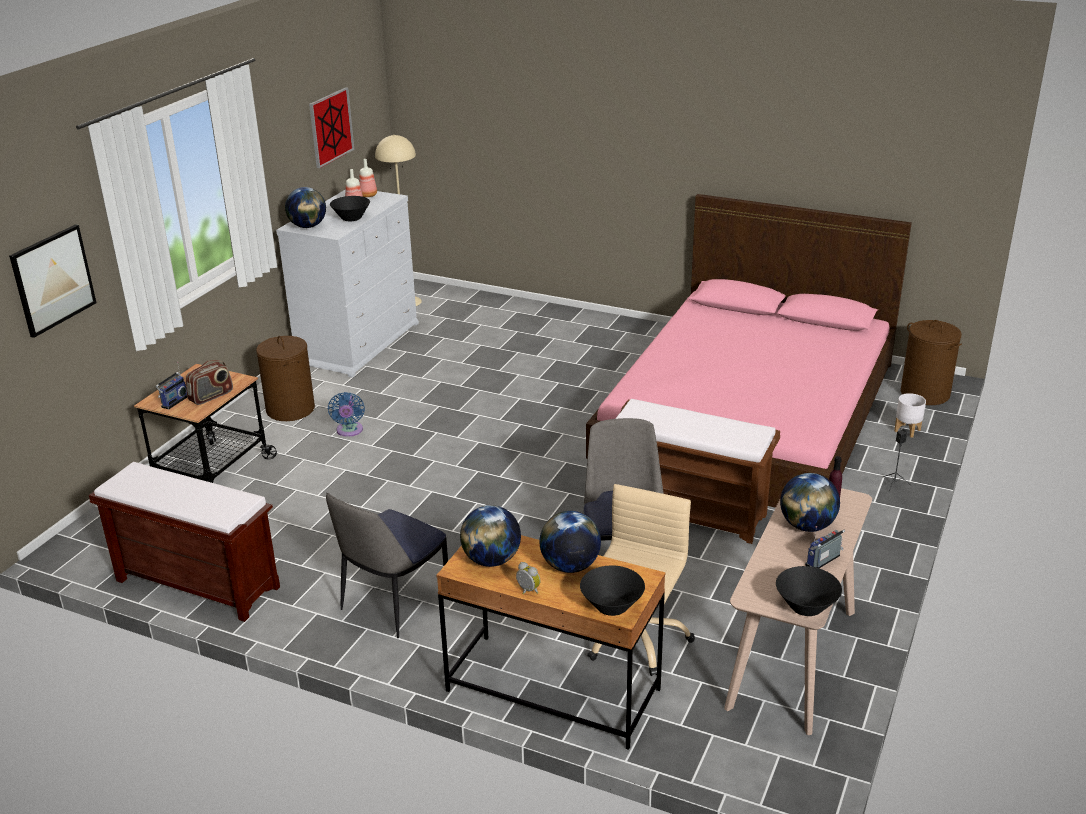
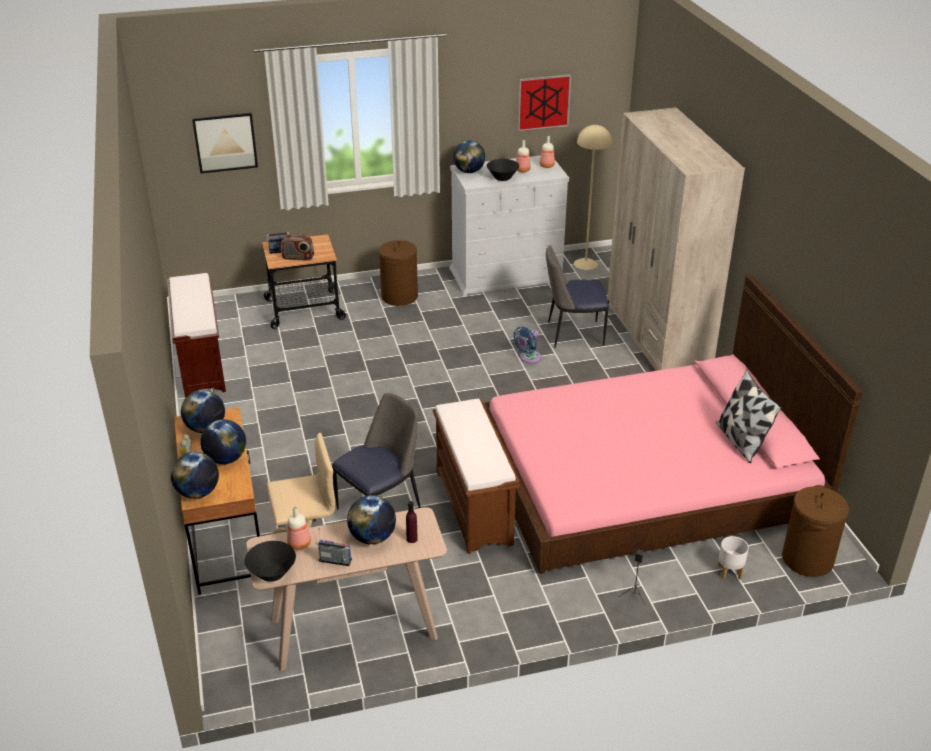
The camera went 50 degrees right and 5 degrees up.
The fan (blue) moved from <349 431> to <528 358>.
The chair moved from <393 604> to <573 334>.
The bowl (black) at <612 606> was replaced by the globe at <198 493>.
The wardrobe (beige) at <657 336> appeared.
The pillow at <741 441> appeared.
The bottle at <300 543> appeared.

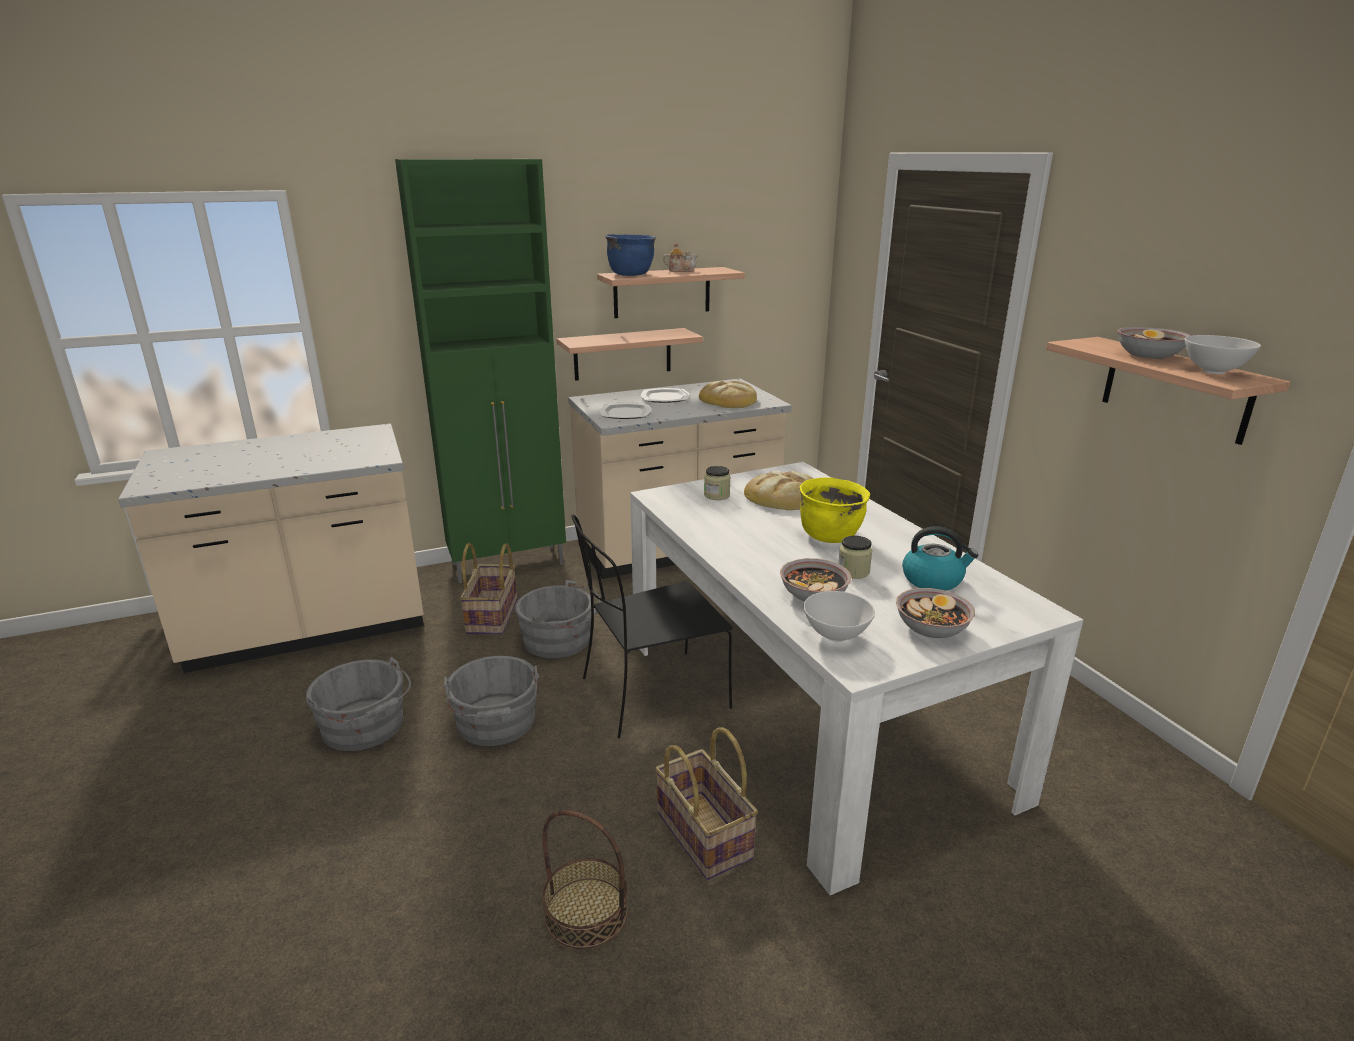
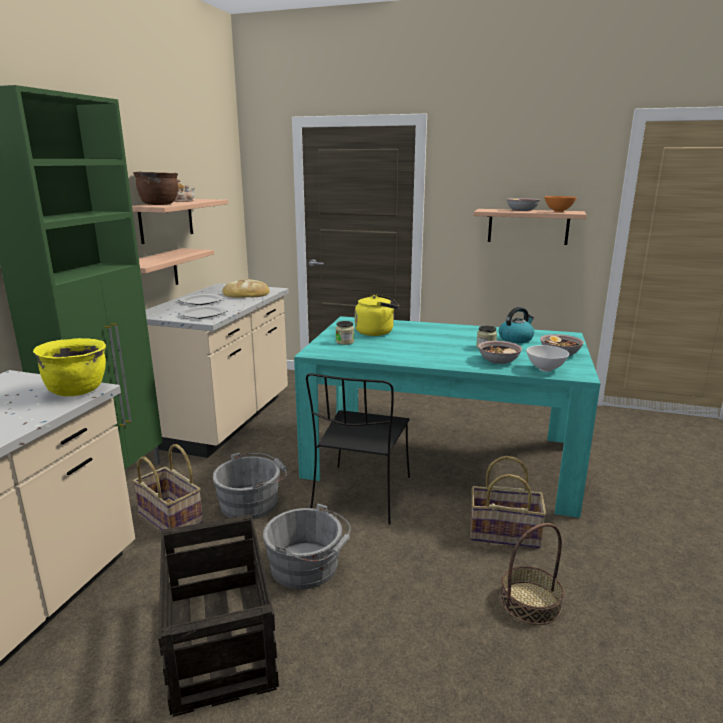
The camera went 50 degrees left and 5 degrees down.
The cooking pot (blue) at <631 274> became the cooking pot (brown) at <159 204>.
The bowl (white) at <1214 372> became the bowl (orange) at <559 211>.
The dining table (white) at <806 711> became the dining table (turquoise) at <440 459>.
The bread at <783 497> was replaced by the kettle (yellow) at <376 332>.
The cooking pot (yellow) moved from <830 536> to <77 390>.
The bucket (grey) at <366 727> was replaced by the crate at <219 637>.

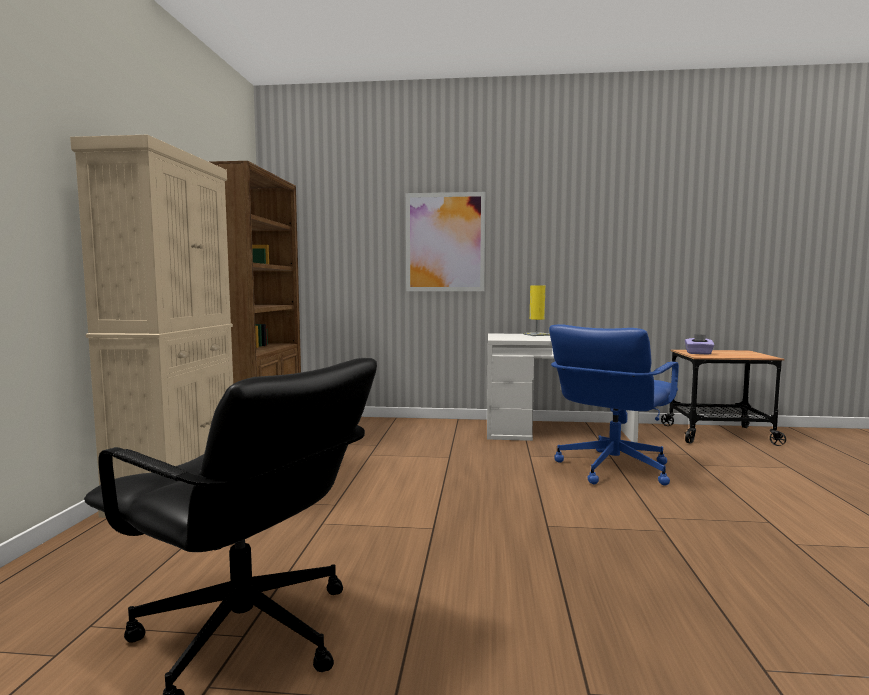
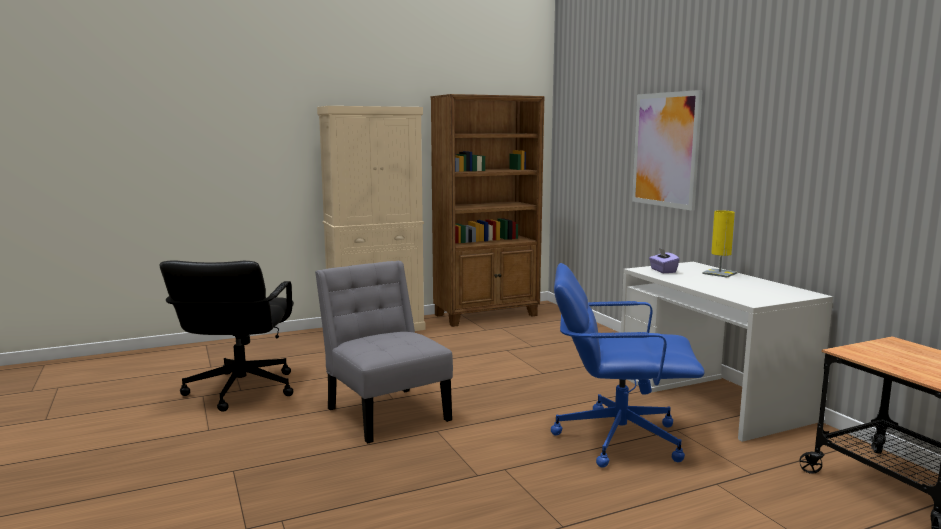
The camera went 60 degrees right and 5 degrees up.
The tissue box (purple) moved from <698 353> to <663 271>.
The chair (grey) at <385 412> appeared.

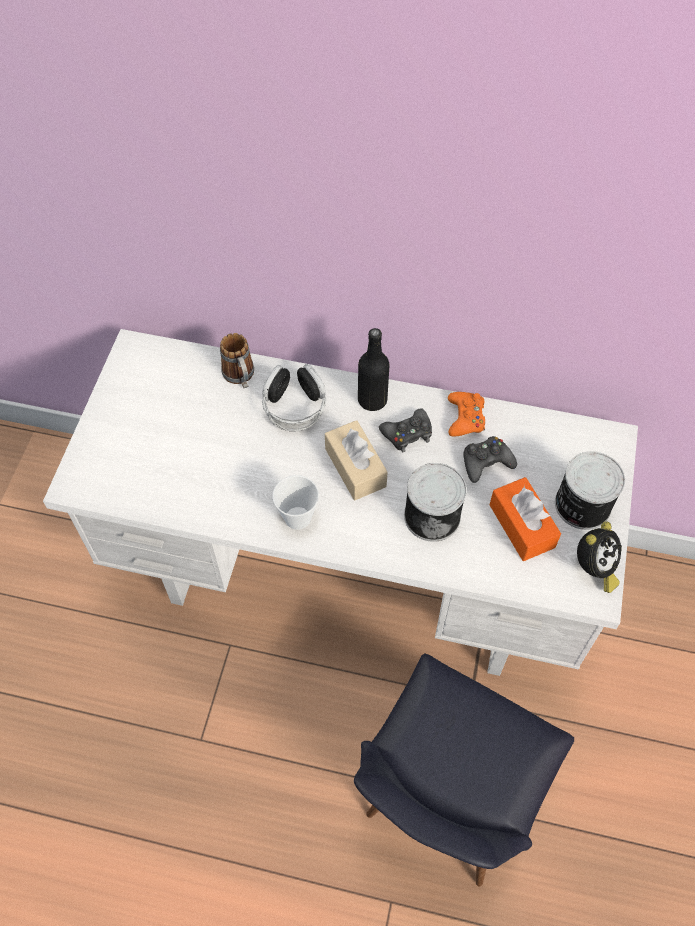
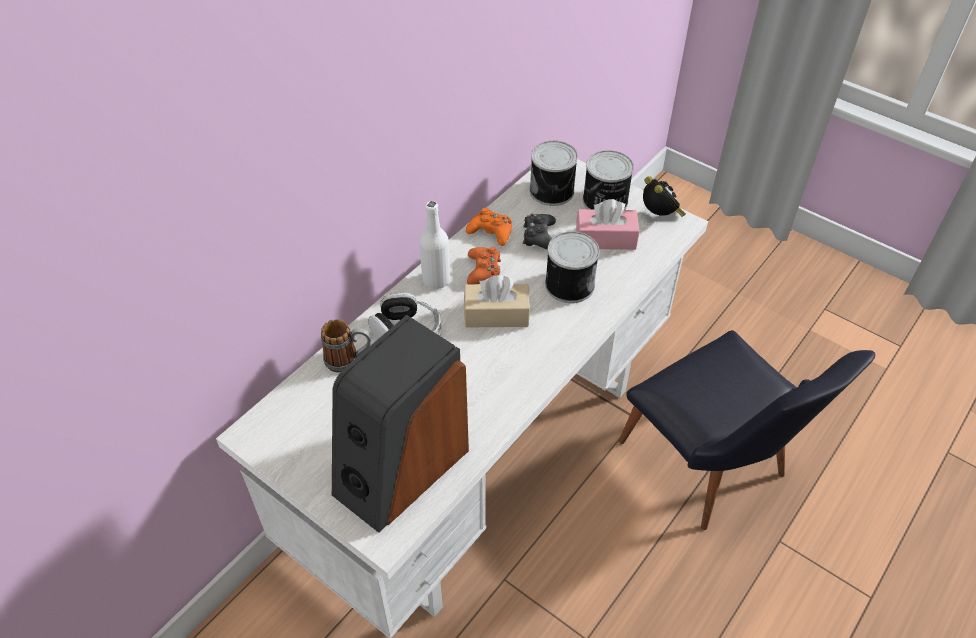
The camera went 65 degrees left and 10 degrees down.
The bottle (black) at <372 400> became the bottle (white) at <436 280>.
The game controller (black) at <407 434> became the game controller (orange) at <484 270>.
The cup at <297 518> disappeared.
The tissue box (orange) at <521 526> became the tissue box (pink) at <605 238>.
The can at <553 191> appeared.
The speaker at <400 469> appeared.

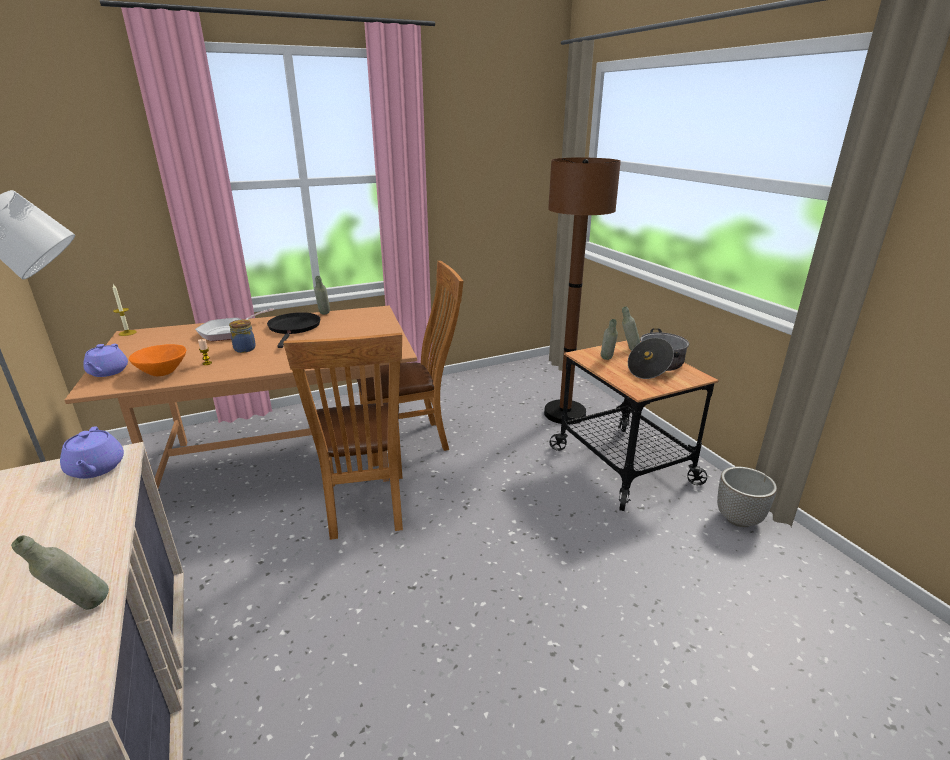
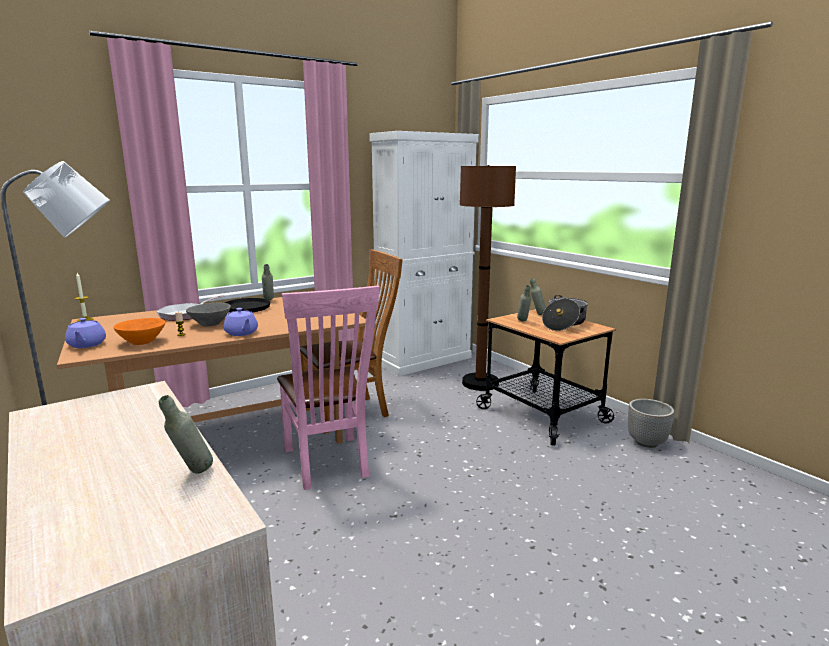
The camera went 10 degrees left and 10 degrees down.
The jar at <244 349> was replaced by the bowl (grey) at <210 324>.
The chair (brown) at <365 509> became the chair (pink) at <328 464>.
The teapot (purple) moved from <96 469> to <241 333>.
The cabinet (white) at <424 360> appeared.

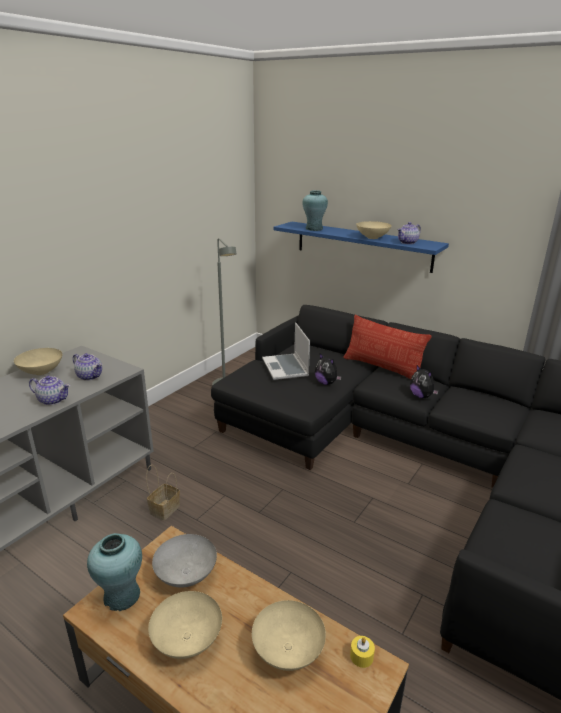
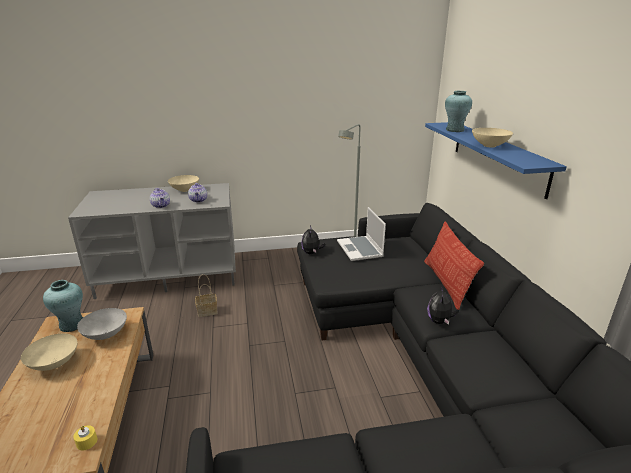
The camera went 45 degrees right and 0 degrees up.
The teapot at <407 242> disappeared.
The laptop at <286 368> turned 45 degrees counterclockwise.
The plush toy moved from <326 383> to <311 253>.
The bowl (beige) at <287 651> disappeared.

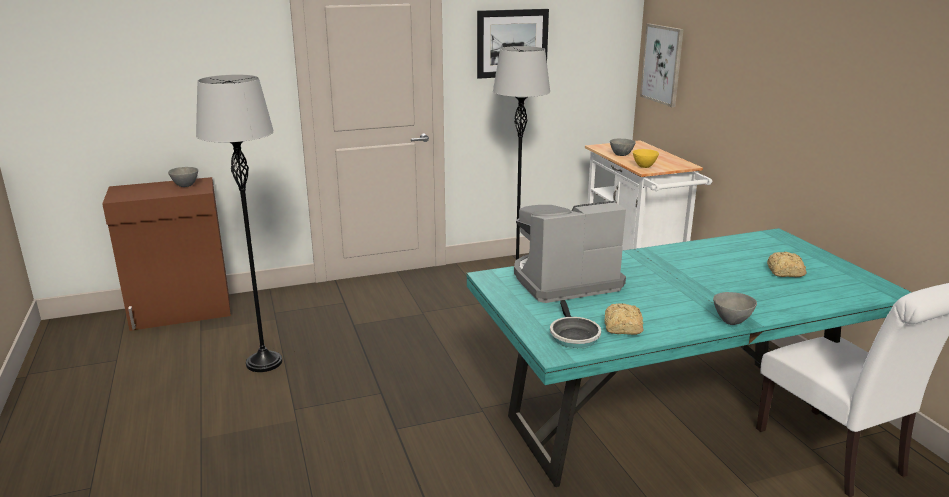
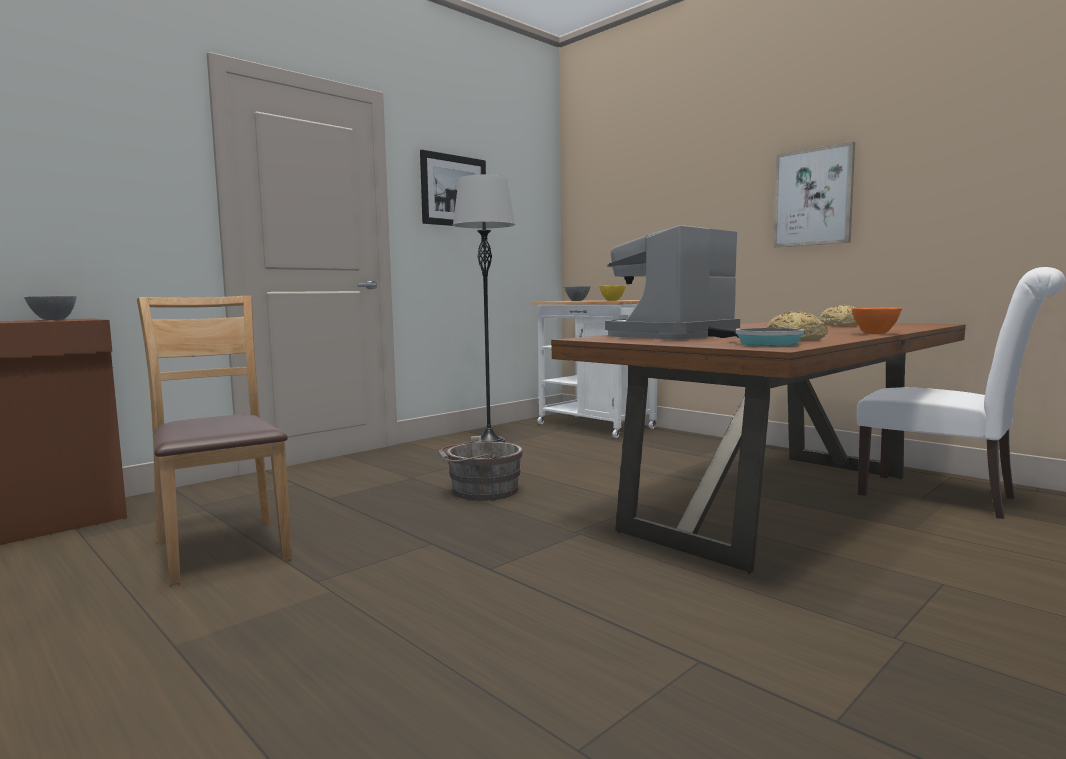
The camera went 25 degrees left and 15 degrees down.
The picture moved from <662 64> to <813 197>.
The floor lamp (grey) at <264 362> was replaced by the chair (brown) at <223 548>.
The dining table (turquoise) at <668 419> became the dining table (brown) at <776 503>.
The bowl (grey) at <731 321> became the bowl (orange) at <874 334>.
The bucket (grey) at <481 491> appeared.

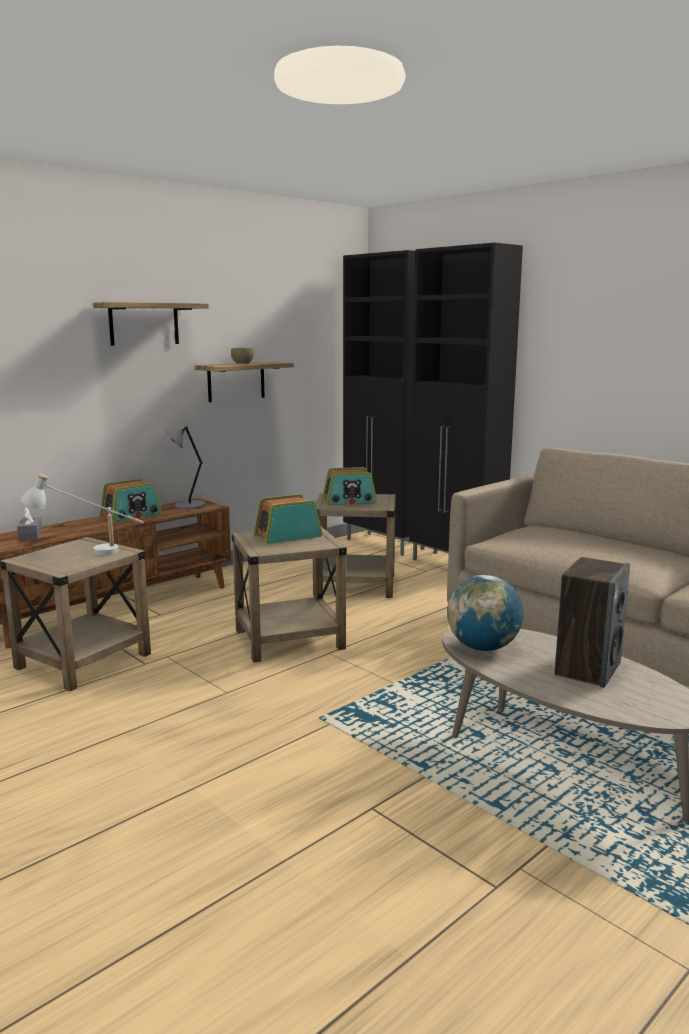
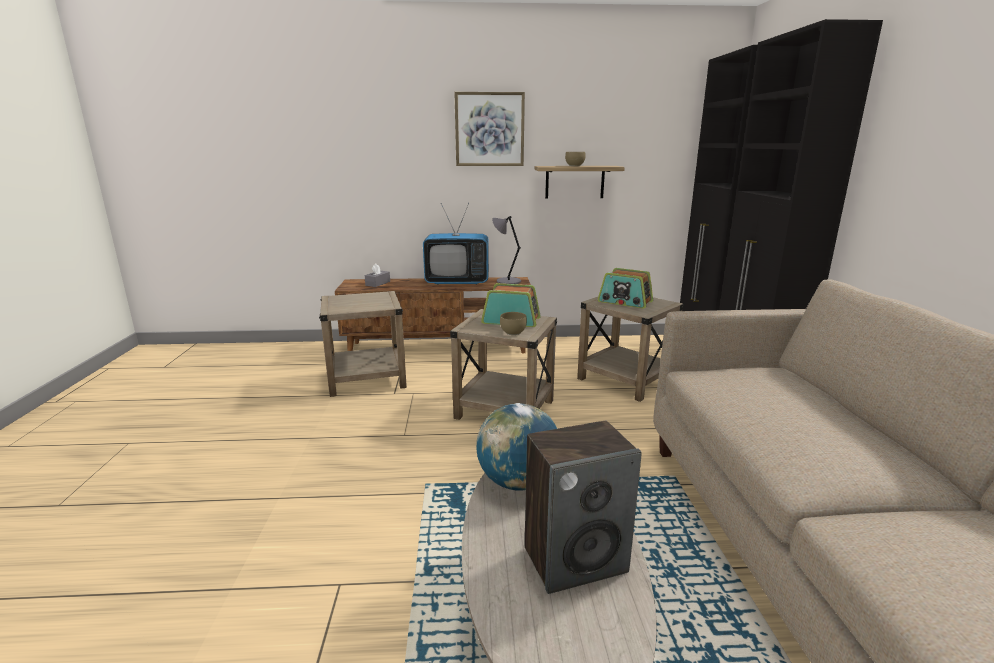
The camera went 40 degrees right and 5 degrees up.
The shelf at <144 324> was replaced by the picture at <489 129>.
The table lamp (white) at <87 553> disappeared.
The radio at <131 516> was replaced by the television at <457 282>.
The bowl (brown) at <512 333> appeared.

